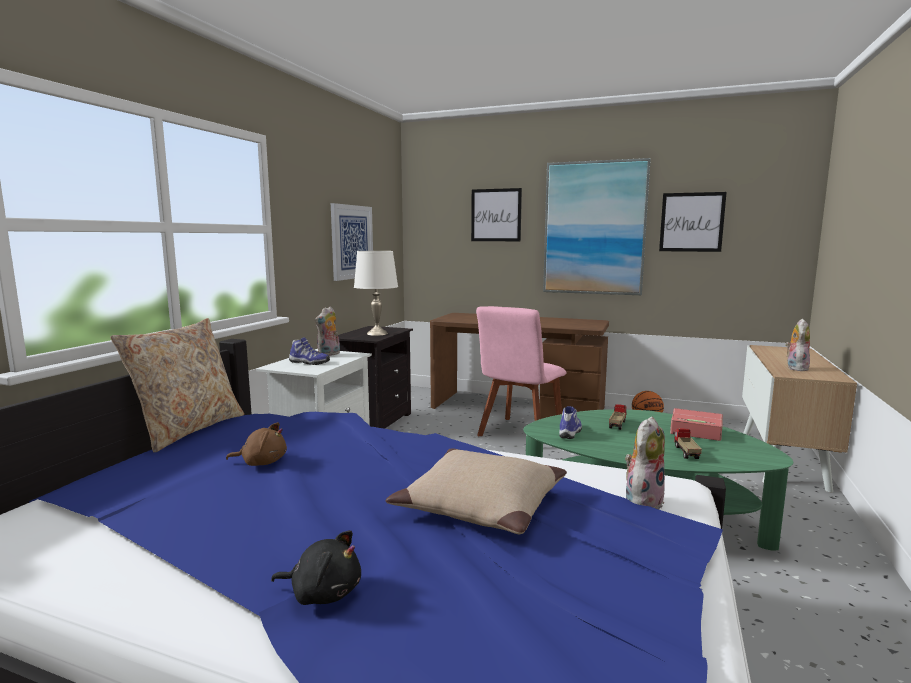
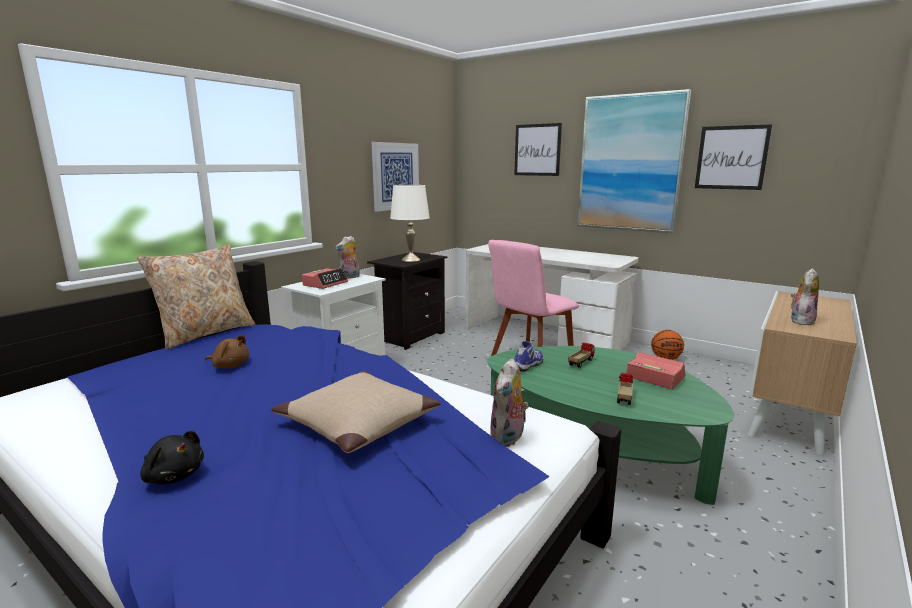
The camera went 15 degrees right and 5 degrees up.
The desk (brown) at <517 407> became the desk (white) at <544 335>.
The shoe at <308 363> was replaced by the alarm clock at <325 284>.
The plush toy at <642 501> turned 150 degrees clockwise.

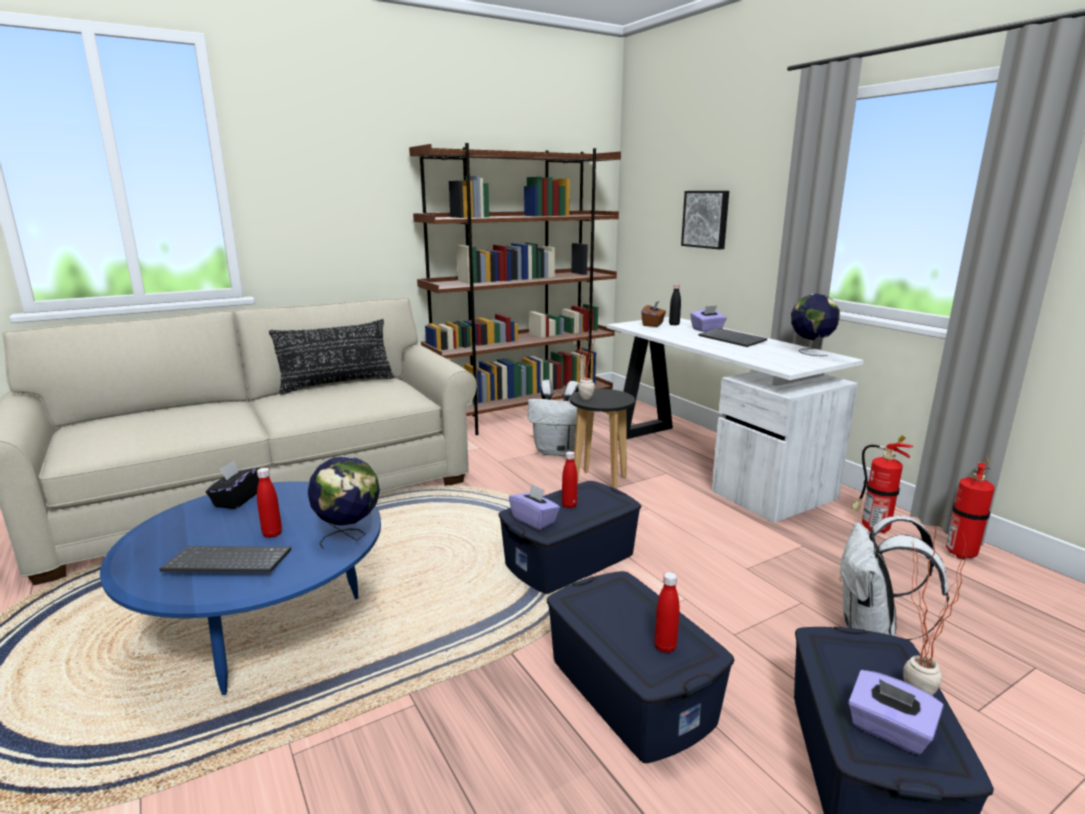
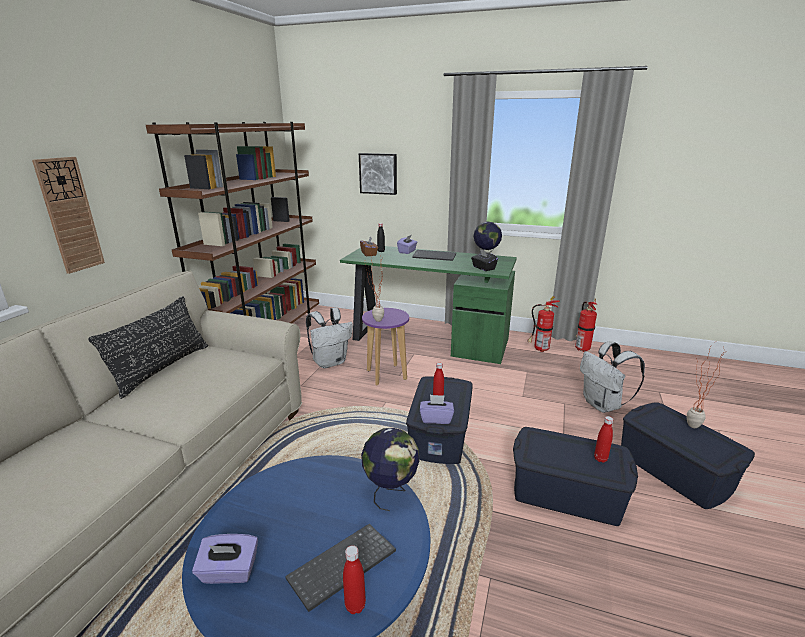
The camera went 40 degrees left and 5 degrees up.
The desk (white) at <709 463> became the desk (green) at <427 338>.
The stool (black) at <599 482> became the stool (purple) at <386 375>.
The tissue box (black) moved from <237 499> to <483 268>.
The bottle (red) moved from <272 534> to <355 606>.
The tissue box (purple) moved from <889 730> to <229 572>.
The wall clock at <70 215> appeared.

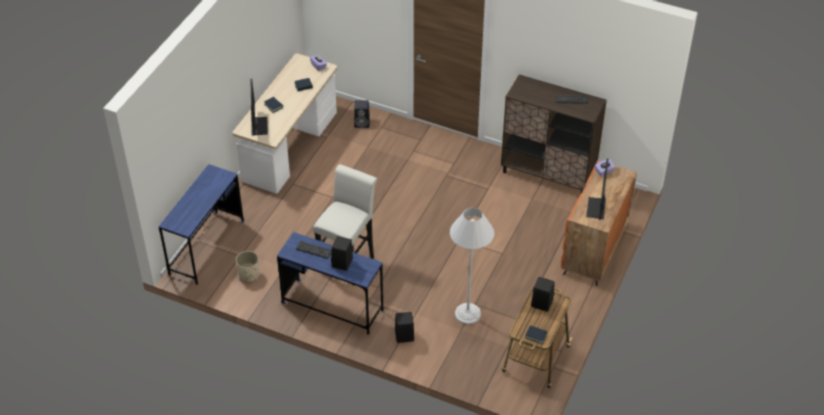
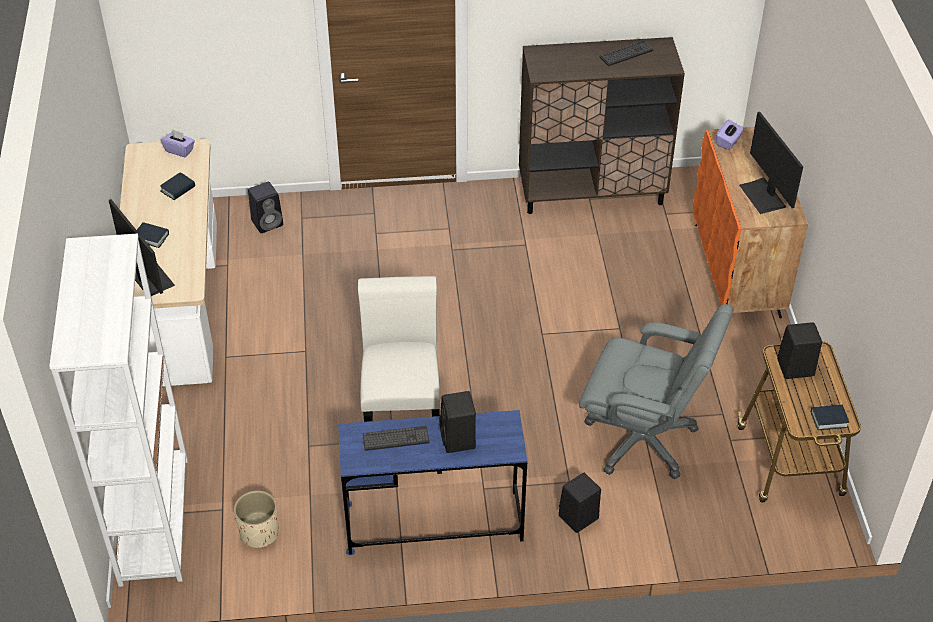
The camera went 30 degrees left and 0 degrees up.
The desk (blue) at <206 247> was replaced by the bookcase (white) at <154 520>.
The floor lamp (white) at <467 314> was replaced by the office chair (grey) at <642 439>.

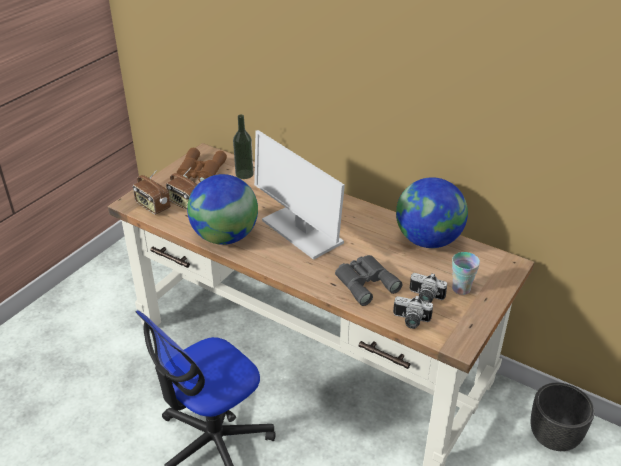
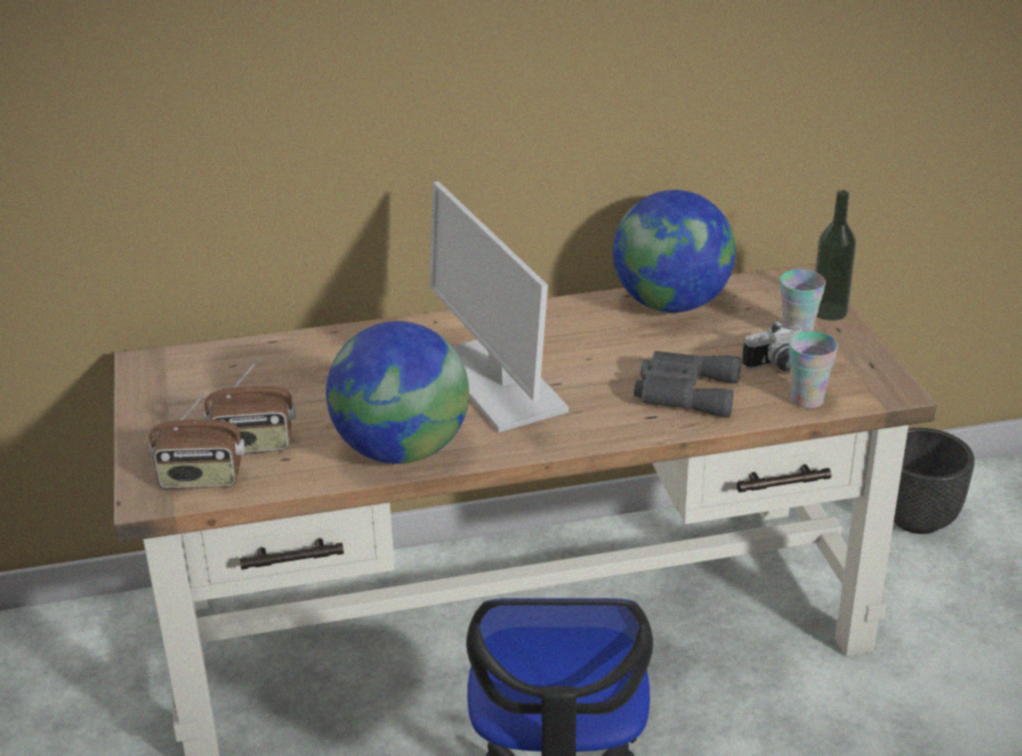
The camera went 45 degrees left and 5 degrees down.
The bottle moved from <244 174> to <829 311>.
The monitor at <301 231> turned 60 degrees clockwise.
The binoculars (brown) at <200 171> disappeared.
The photo camera at <410 321> was replaced by the cup at <807 400>.

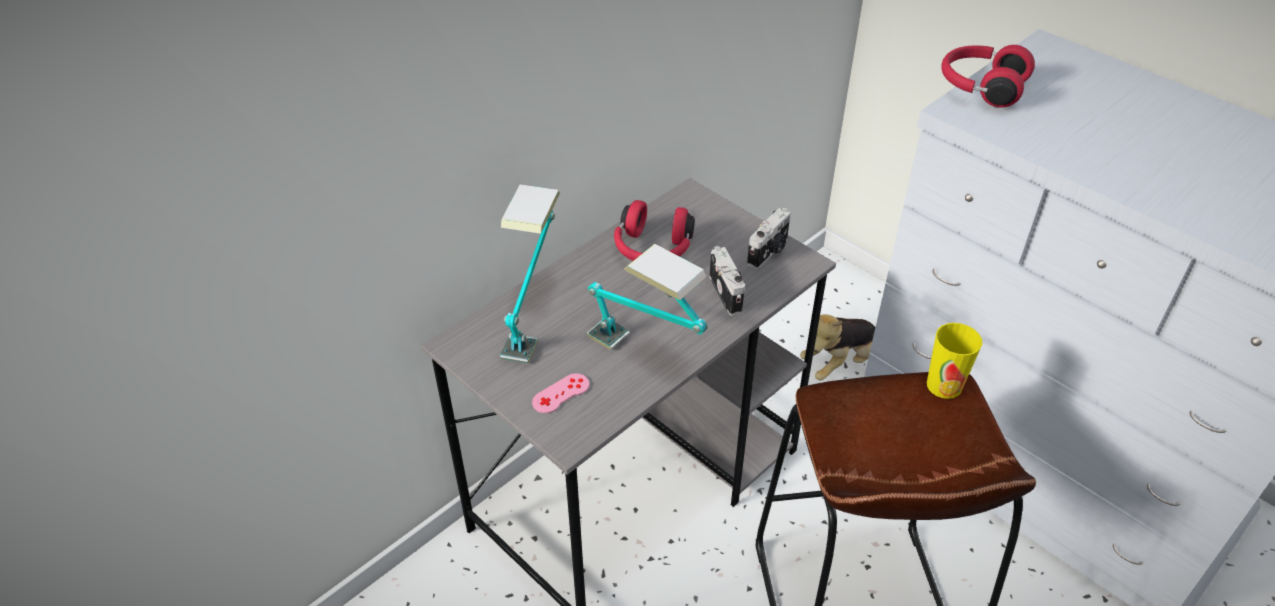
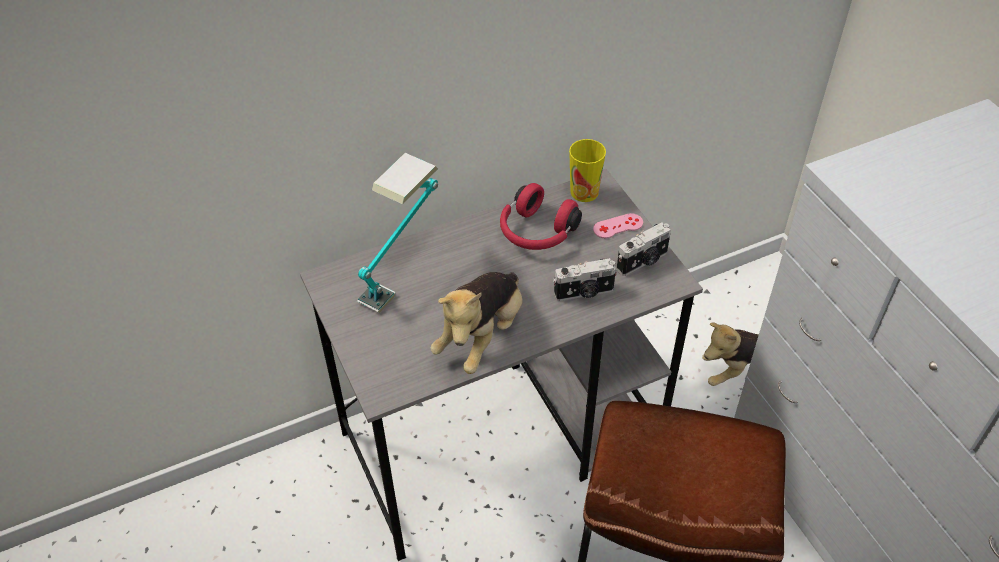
The camera went 20 degrees right and 5 degrees up.
The headphones (red) at <980 88> disappeared.
The table lamp at <646 357> was replaced by the plush toy at <481 335>.
The photo camera at <727 293> turned 75 degrees clockwise.
The cup moved from <944 385> to <584 192>.
The game controller (pink) moved from <561 393> to <618 226>.

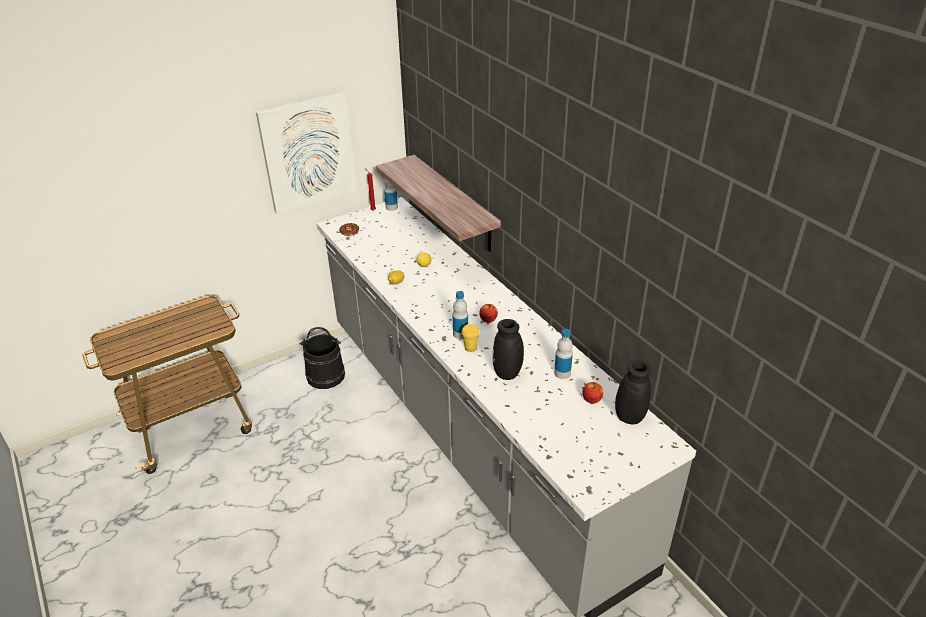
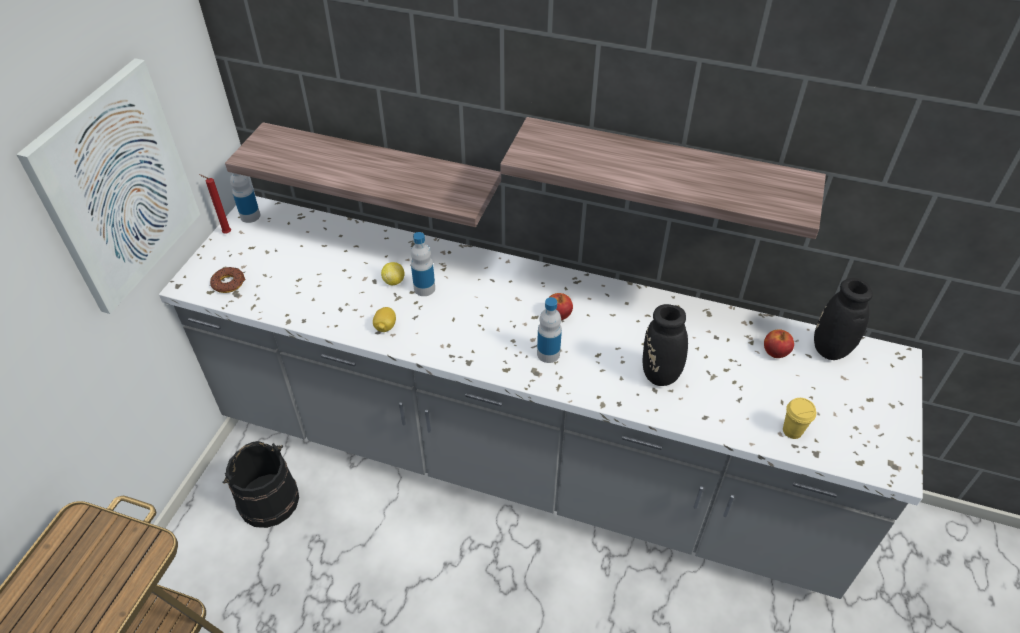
The camera went 40 degrees left and 10 degrees up.
The cup (yellow) moved from <470 348> to <792 431>.
The bottle moved from <562 373> to <424 288>.
The shelf at <665 175> appeared.

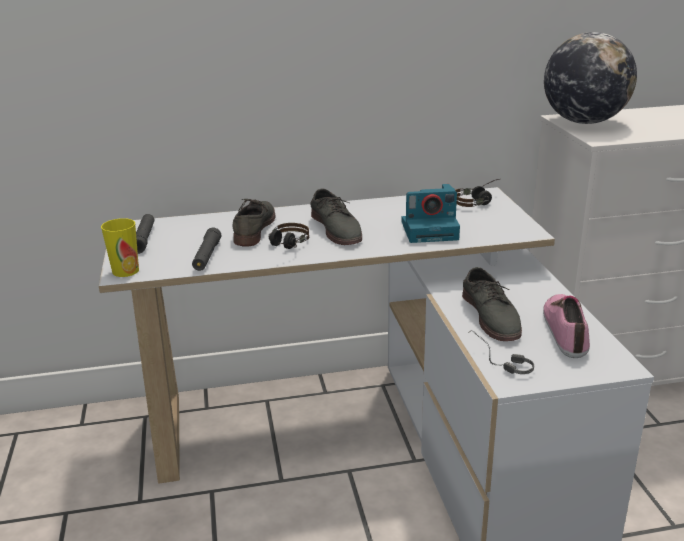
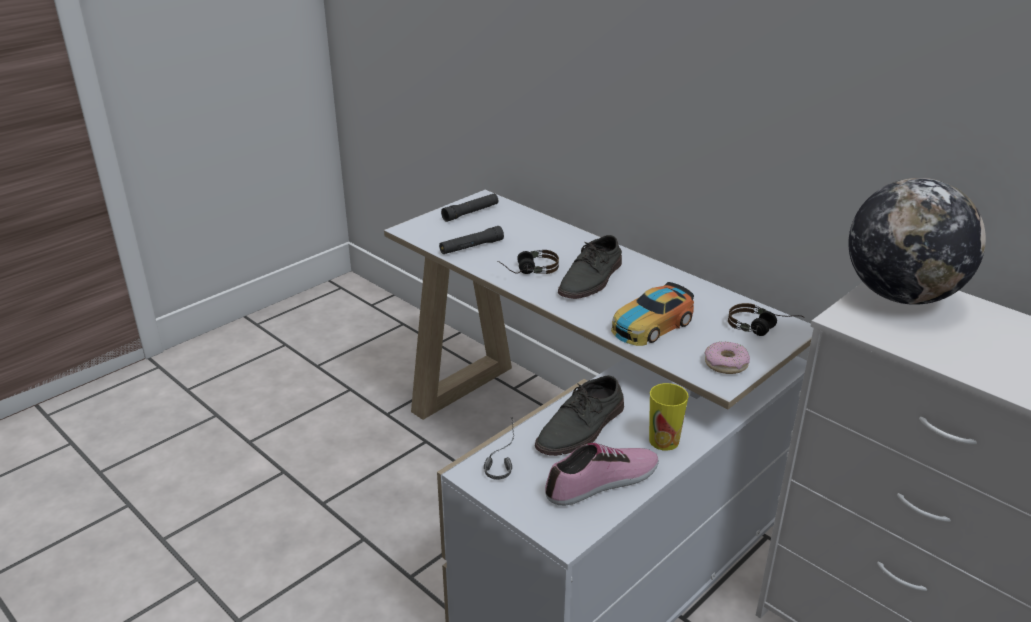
The camera went 55 degrees right and 5 degrees up.
The photo camera at <431 230> was replaced by the toy car at <651 325>.
The shoe (grey) at <253 228> disappeared.
The cup moved from <125 271> to <664 440>.
The donut at <726 364> appeared.

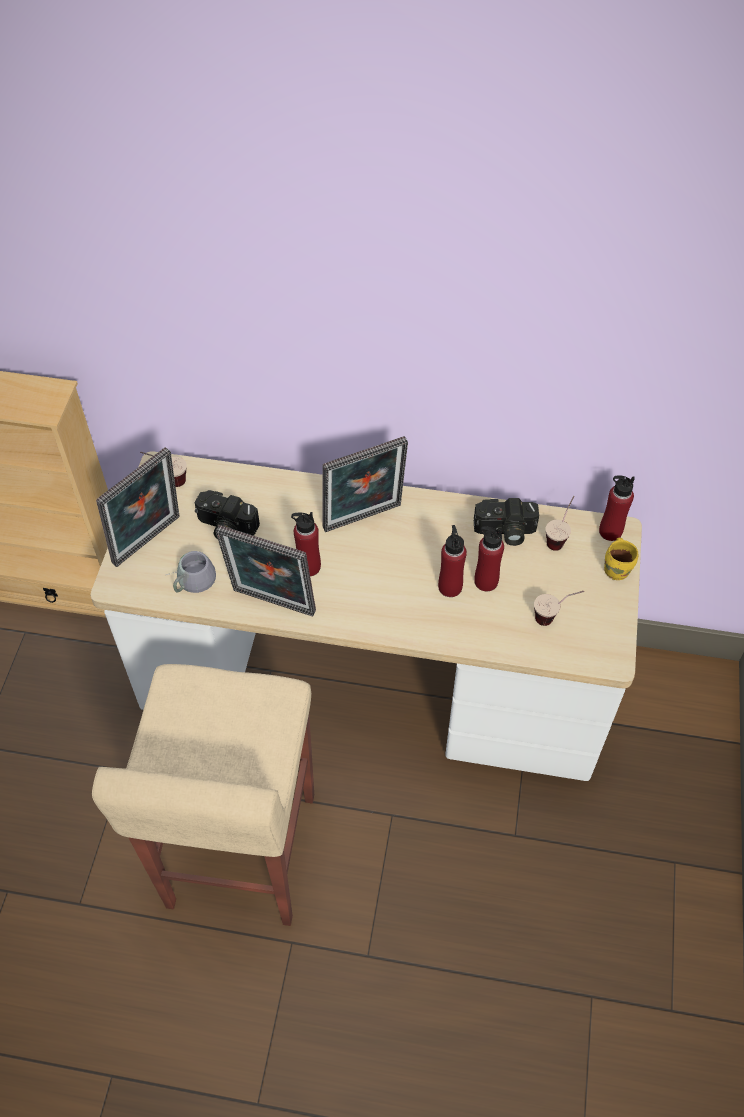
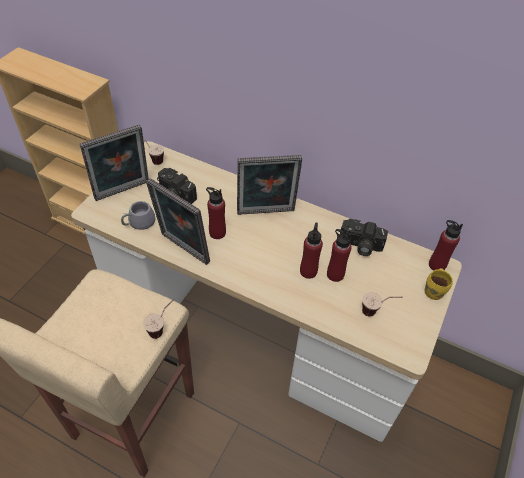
The camera went 15 degrees right and 5 degrees down.
The cup moved from <558 536> to <162 328>.

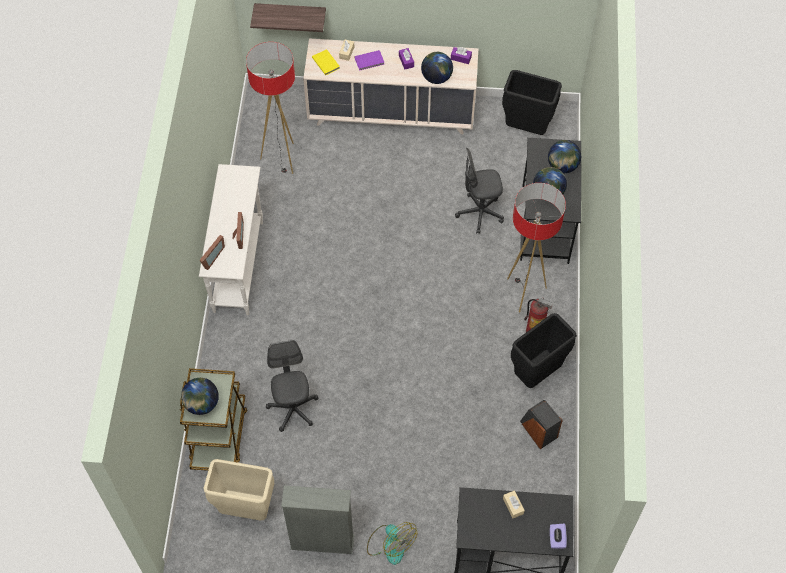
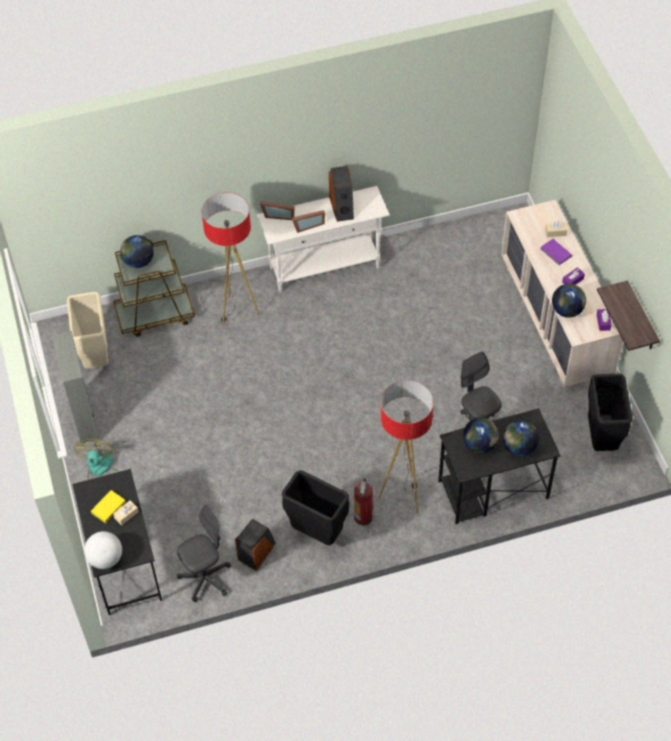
The camera went 70 degrees right and 5 degrees down.
The shelf moved from <290 13> to <641 318>.
The floor lamp moved from <282 159> to <236 313>.
The book (yellow) moved from <326 62> to <109 507>.
The office chair (grey) moved from <293 409> to <205 579>.
The fan at <390 544> turned 150 degrees clockwise.
The tissue box (purple) at <556 539> was replaced by the globe at <105 559>.
The speaker at <342 207> appeared.

